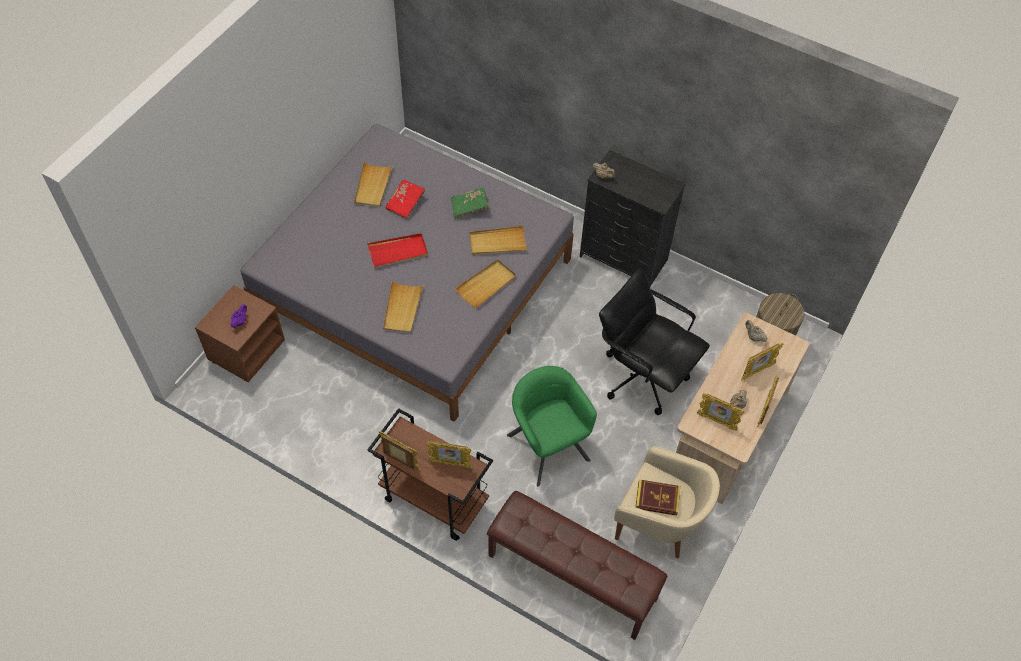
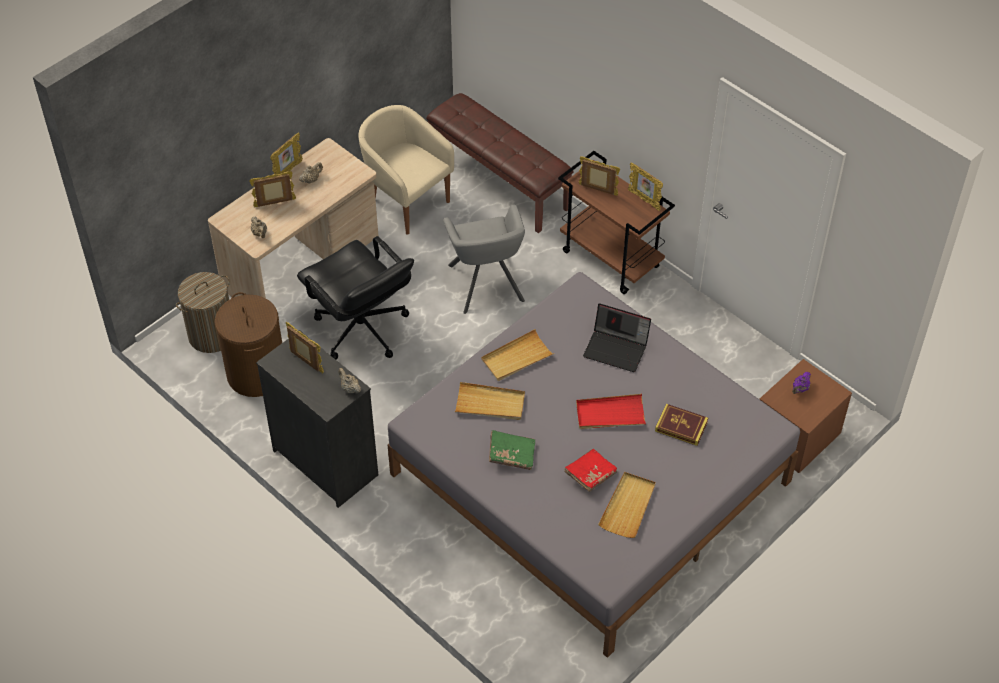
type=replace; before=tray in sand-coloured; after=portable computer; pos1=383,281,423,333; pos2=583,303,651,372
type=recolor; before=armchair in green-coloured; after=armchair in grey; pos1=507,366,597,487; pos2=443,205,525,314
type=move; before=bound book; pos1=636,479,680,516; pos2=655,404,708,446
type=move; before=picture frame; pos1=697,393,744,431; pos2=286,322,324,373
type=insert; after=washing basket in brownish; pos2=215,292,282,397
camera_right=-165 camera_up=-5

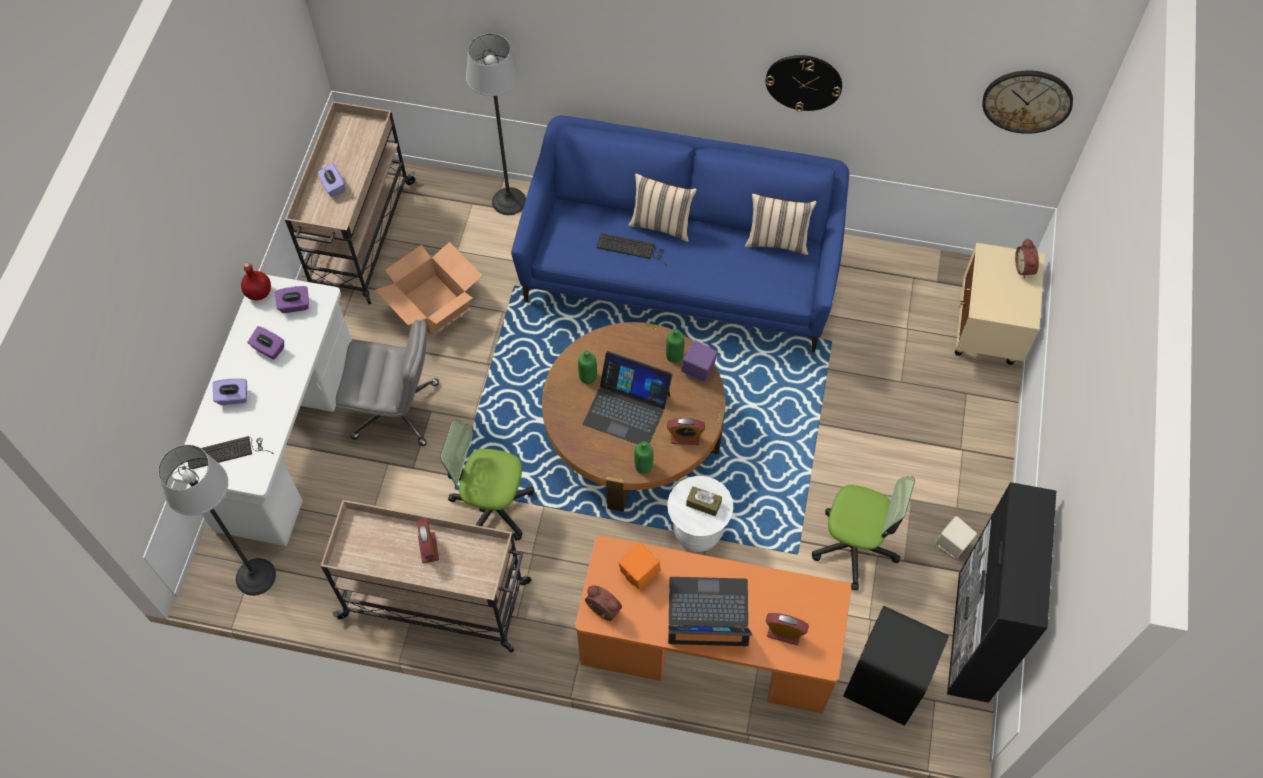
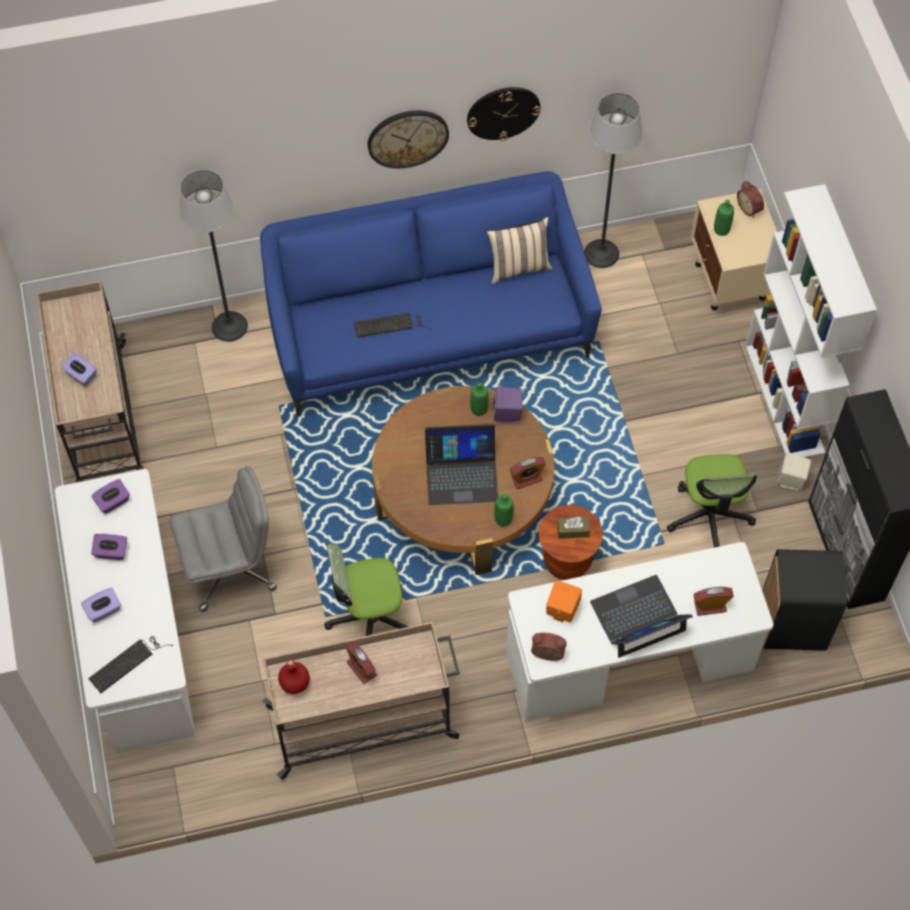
type=move; before=standard lamp; pos1=158,445,276,596; pos2=584,93,643,268
type=move; before=drink bottle in red; pos1=241,263,271,300; pos2=278,660,310,694
type=delete; before=carton; pos1=375,242,483,335
type=recolor; before=desk in orangey; after=desk in white; pos1=575,536,851,714; pos2=506,542,774,722
type=move; before=drink bottle in green-coloured; pos1=578,350,597,384; pos2=714,200,734,236
type=delete; before=cushion in sand-coloured; pos1=628,173,697,242
type=recolor; before=stool in white; after=stool in brownish; pos1=667,476,733,552; pos2=539,505,603,580
type=rotate; before=desk chair; pos1=812,476,915,590; pos2=667,454,757,548; turn=90
type=move; before=hanging clock; pos1=982,70,1073,134; pos2=368,110,449,168
type=insert; after=bookshelf in white; pos2=745,184,877,458
camera_right=-25 camera_up=0

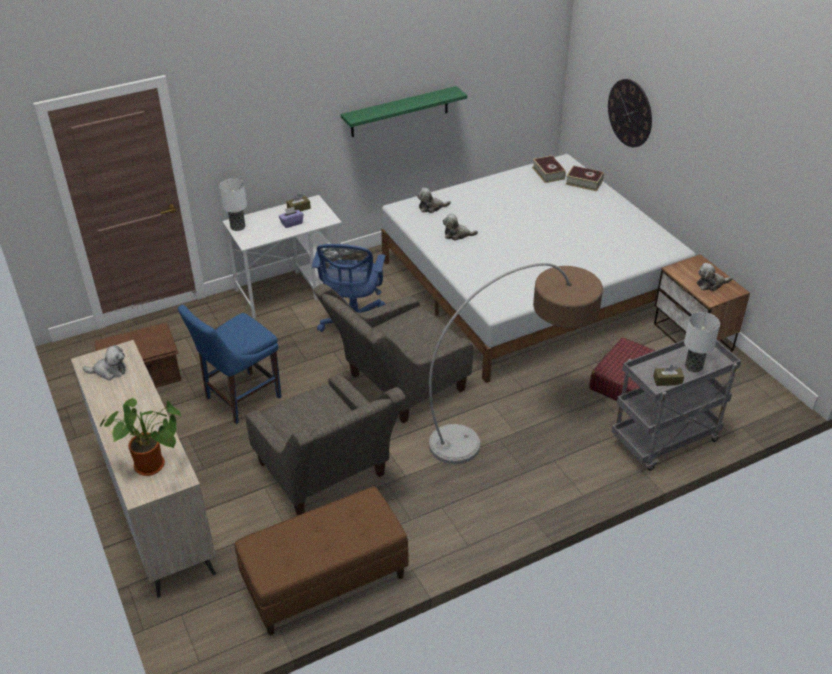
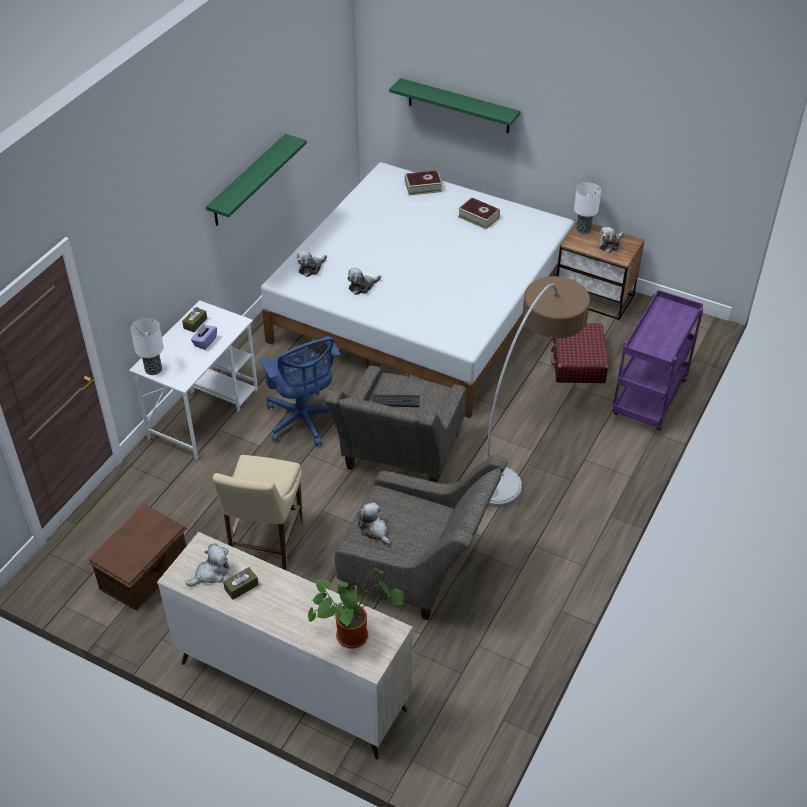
type=recolor; before=plain chair in bluish; after=plain chair in sand-coloured; pos1=178,305,282,424; pos2=213,455,303,570
type=delete; before=indoor bench in brownish; pos1=235,487,409,635
type=move; before=bound book; pos1=532,155,566,183; pos2=458,197,500,230
type=replace; before=hanging clock; after=wall shelf in green-coloured; pos1=608,79,652,147; pos2=389,78,520,133
type=recolor; before=cart in grey; after=cart in purple; pos1=612,340,741,471; pos2=613,290,703,430
type=move; before=tissue holder in brownish; pos1=653,365,684,386; pos2=223,567,258,600
type=move; before=lamp for a table; pos1=684,312,720,372; pos2=574,182,601,234
type=insert; after=soft toy; pos2=358,503,390,545
type=insert; after=computer keyboard; pos2=372,394,420,407
camera_right=-35 camera_up=5

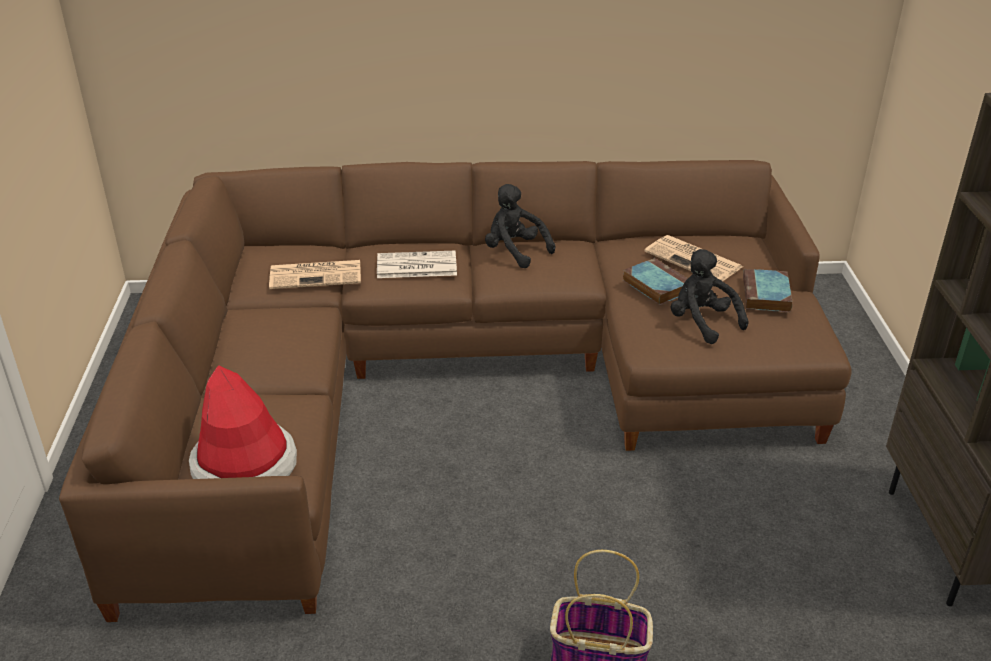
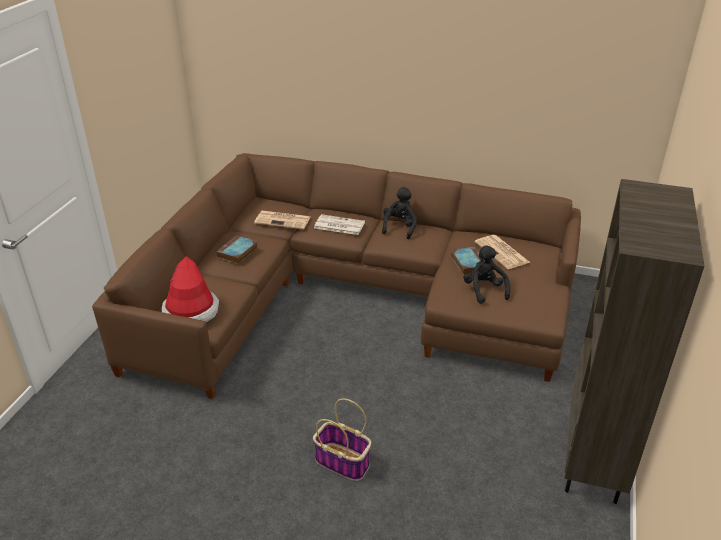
type=rotate; before=soft toy in blackish; pos1=485,184,555,268; pos2=382,187,417,239; turn=45
type=move; before=bound book; pos1=743,269,793,312; pos2=216,235,258,264
camera_right=20 camera_up=0

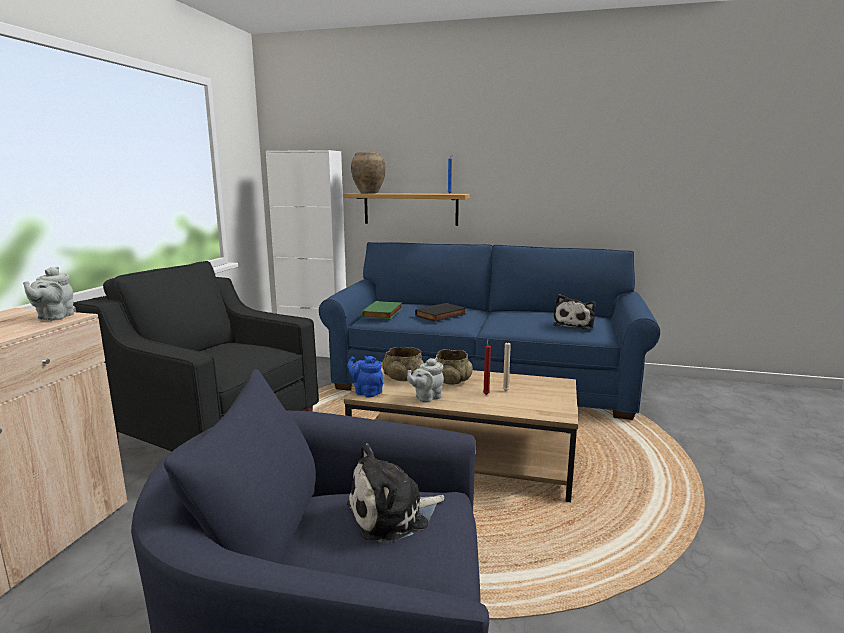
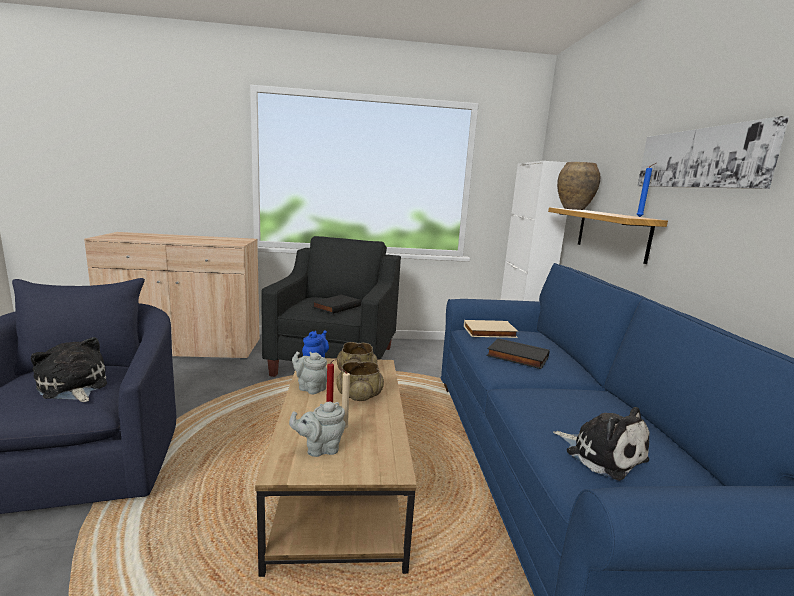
type=move; before=teapot in grey; pos1=23,266,74,321; pos2=289,402,346,457
type=recolor; before=bound book in green-coloured; after=bound book in sand-coloured; pos1=362,301,402,319; pos2=464,320,518,338
type=rotate; before=soft toy; pos1=553,294,596,329; pos2=553,407,649,481; turn=-135
type=insert; after=bound book in blackish; pos2=312,295,361,314
type=insert; after=wall art; pos2=638,116,789,189
camera_right=70 camera_up=0

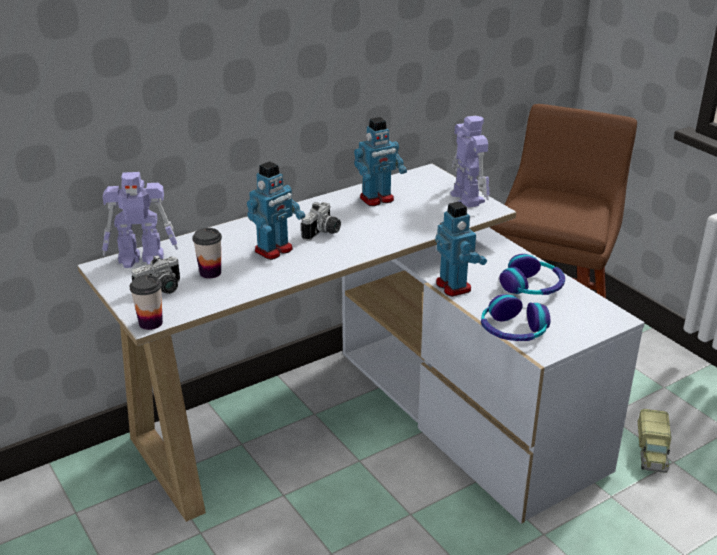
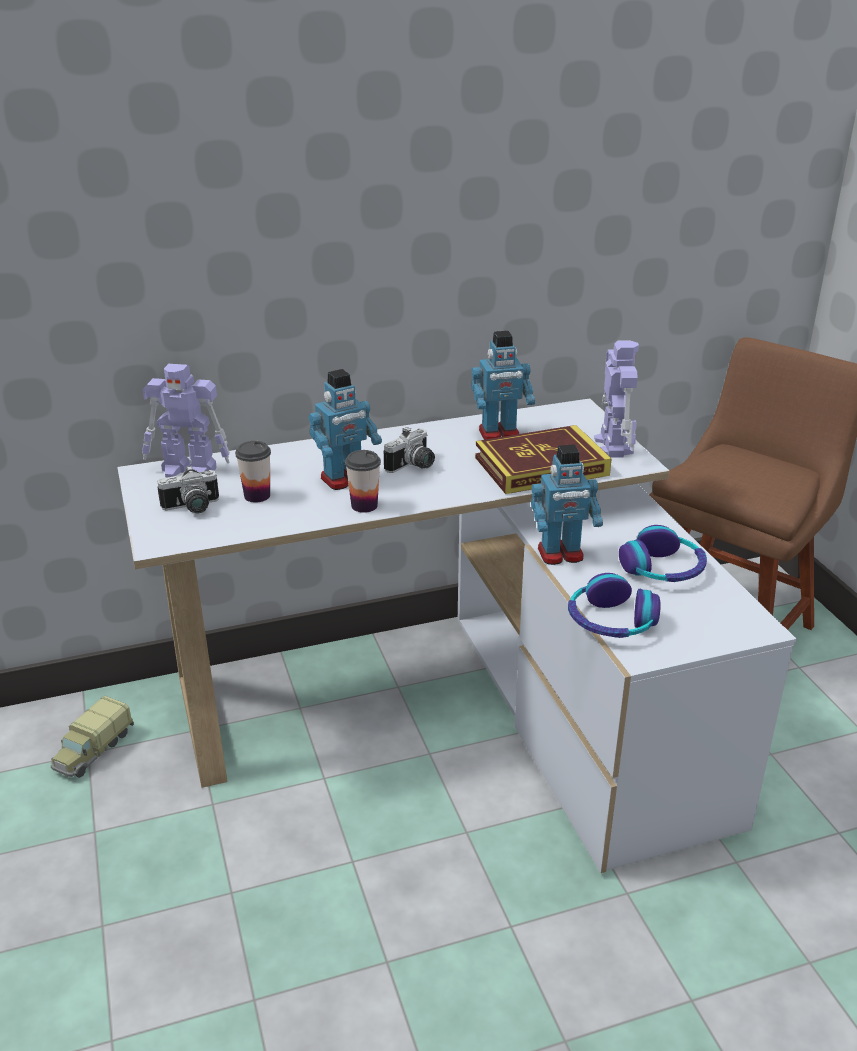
type=move; before=drinking cup; pos1=130,275,163,330; pos2=345,450,381,513
type=rotate; before=robot figure; pos1=435,201,487,297; pos2=531,445,603,565; turn=90
type=move; before=toy truck; pos1=638,409,671,473; pos2=50,696,134,778
type=insert; after=bound book; pos2=475,425,612,494
camera_right=15 camera_up=0

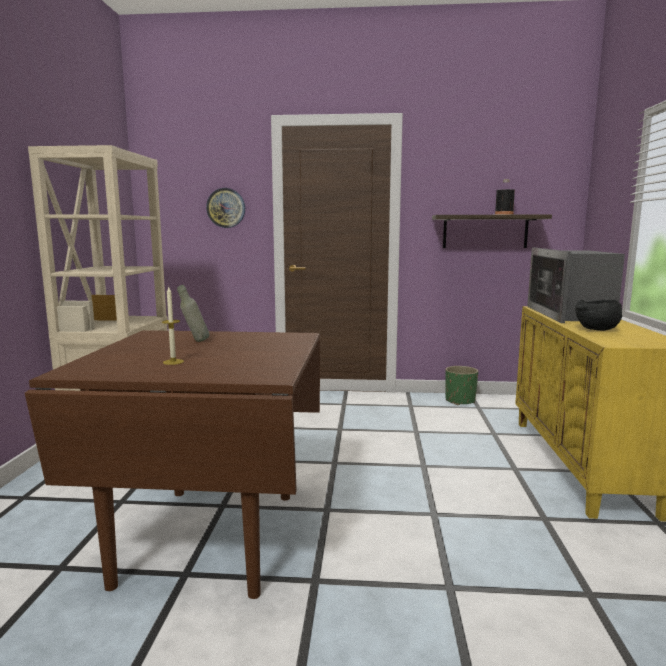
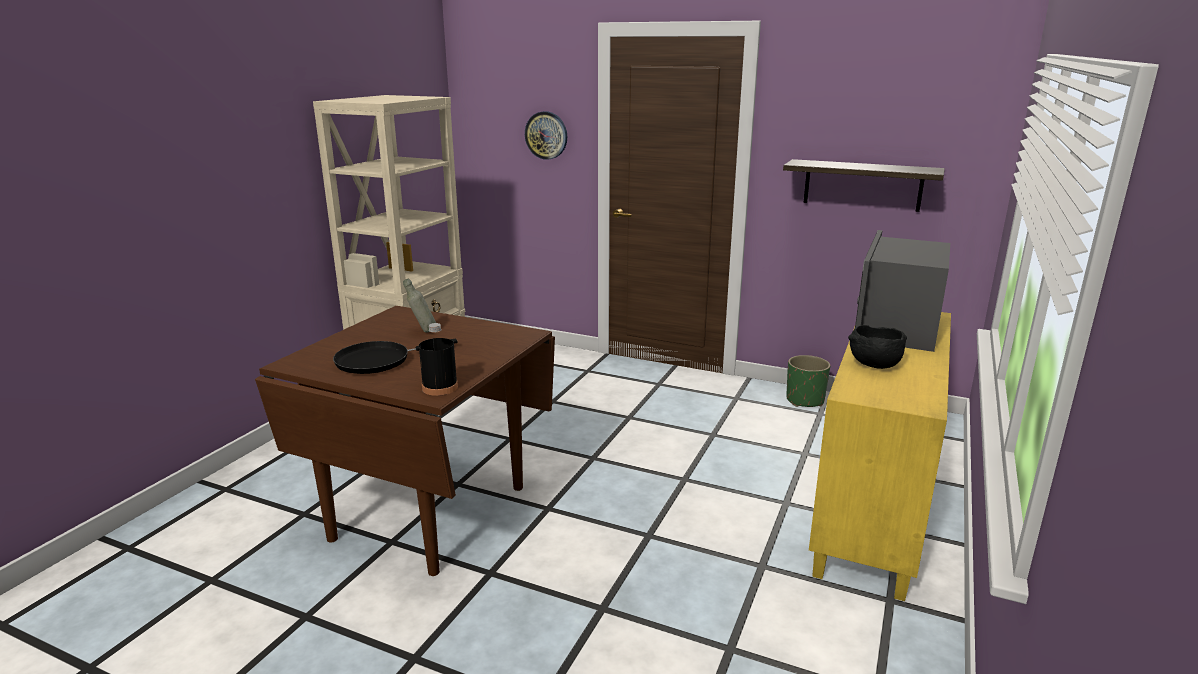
type=replace; before=wax candle; after=frying pan in blackish; pos1=162,287,184,365; pos2=333,339,457,374
type=move; before=drink bottle in blackish; pos1=495,179,515,215; pos2=419,323,458,396
camera_right=20 camera_up=10

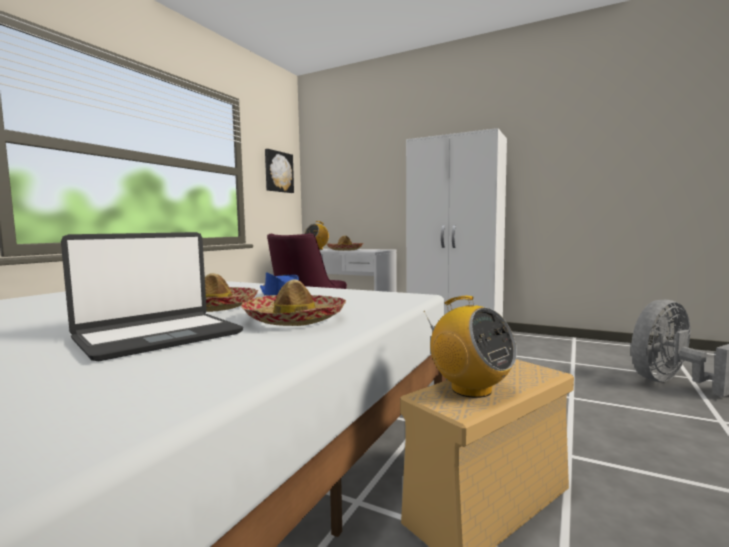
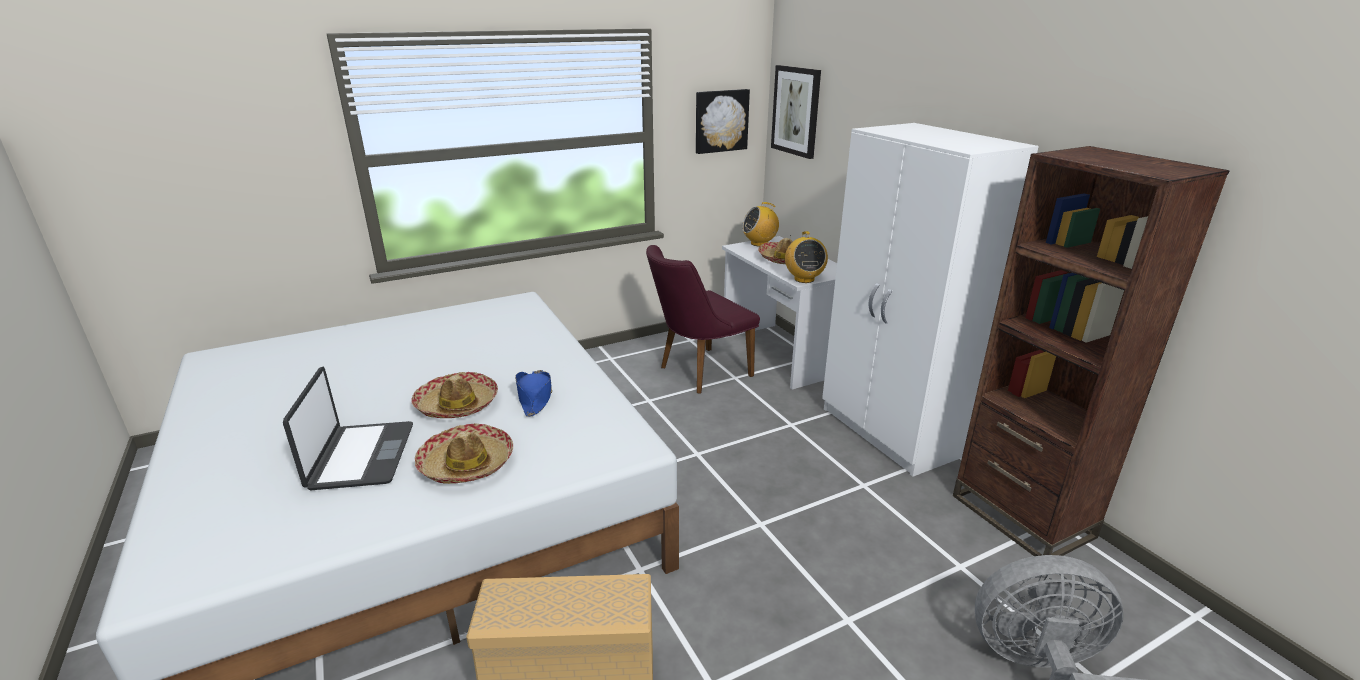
type=rotate; before=portable computer; pos1=61,232,243,361; pos2=283,366,413,490; turn=-90
type=move; before=radio; pos1=423,296,517,398; pos2=785,231,828,283
type=insert; after=wall art; pos2=771,65,821,159
type=insert; after=bookshelf in brownish; pos2=953,146,1230,556
camera_right=35 camera_up=20

